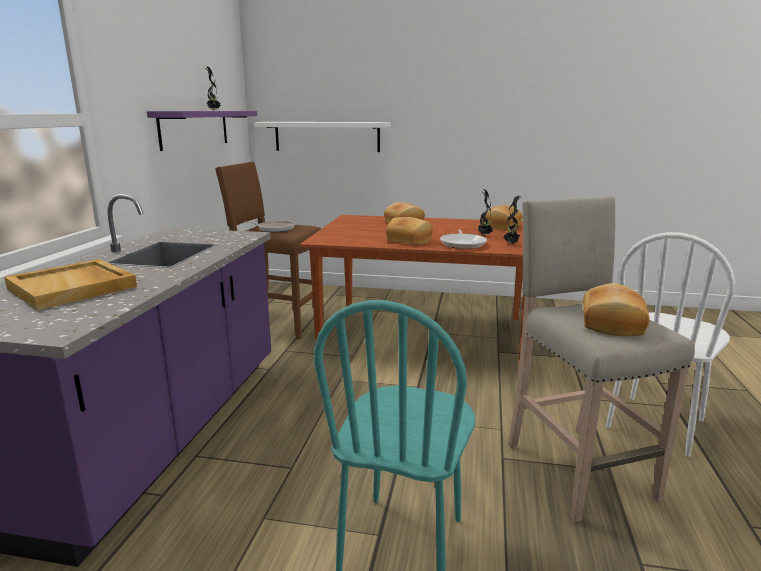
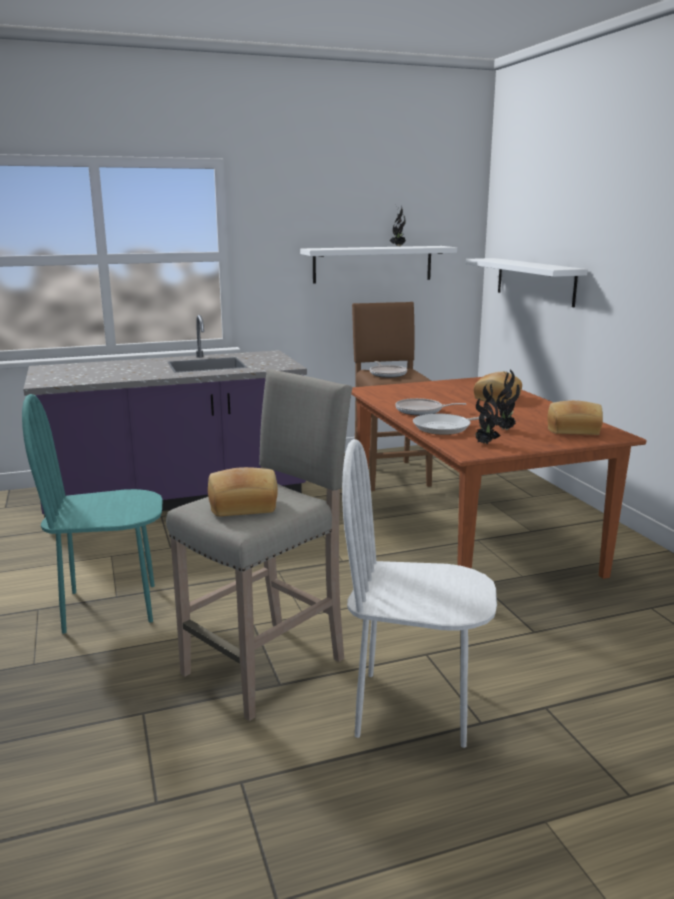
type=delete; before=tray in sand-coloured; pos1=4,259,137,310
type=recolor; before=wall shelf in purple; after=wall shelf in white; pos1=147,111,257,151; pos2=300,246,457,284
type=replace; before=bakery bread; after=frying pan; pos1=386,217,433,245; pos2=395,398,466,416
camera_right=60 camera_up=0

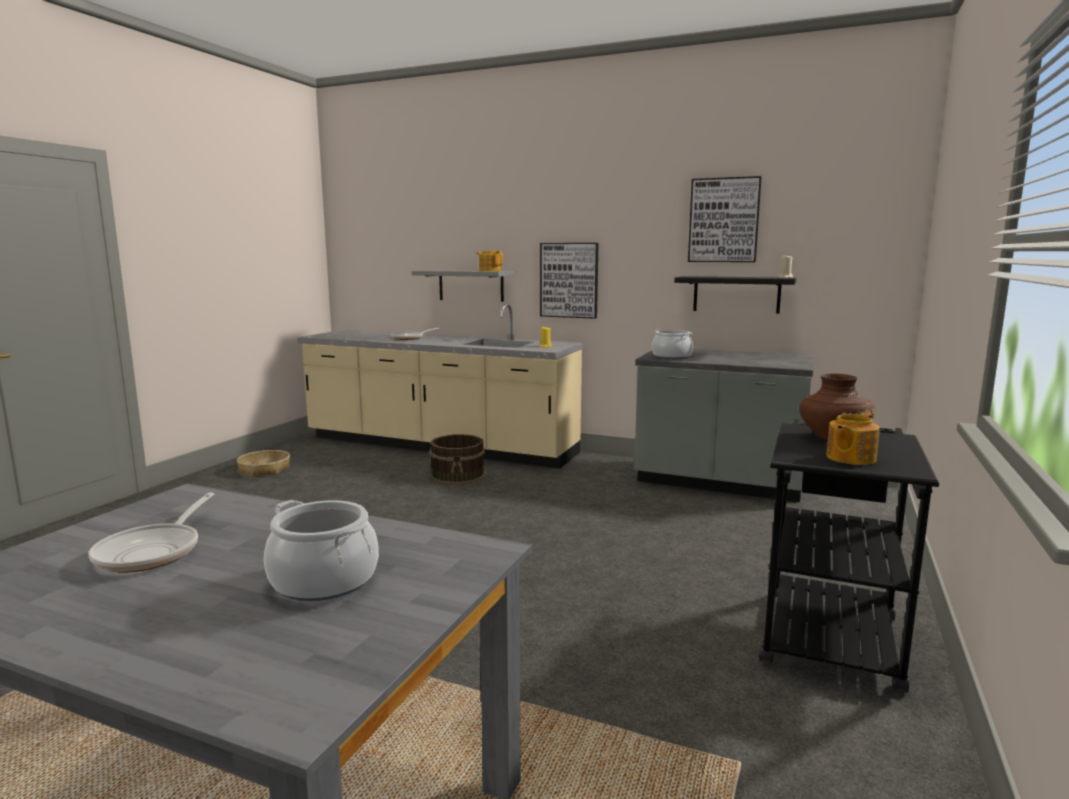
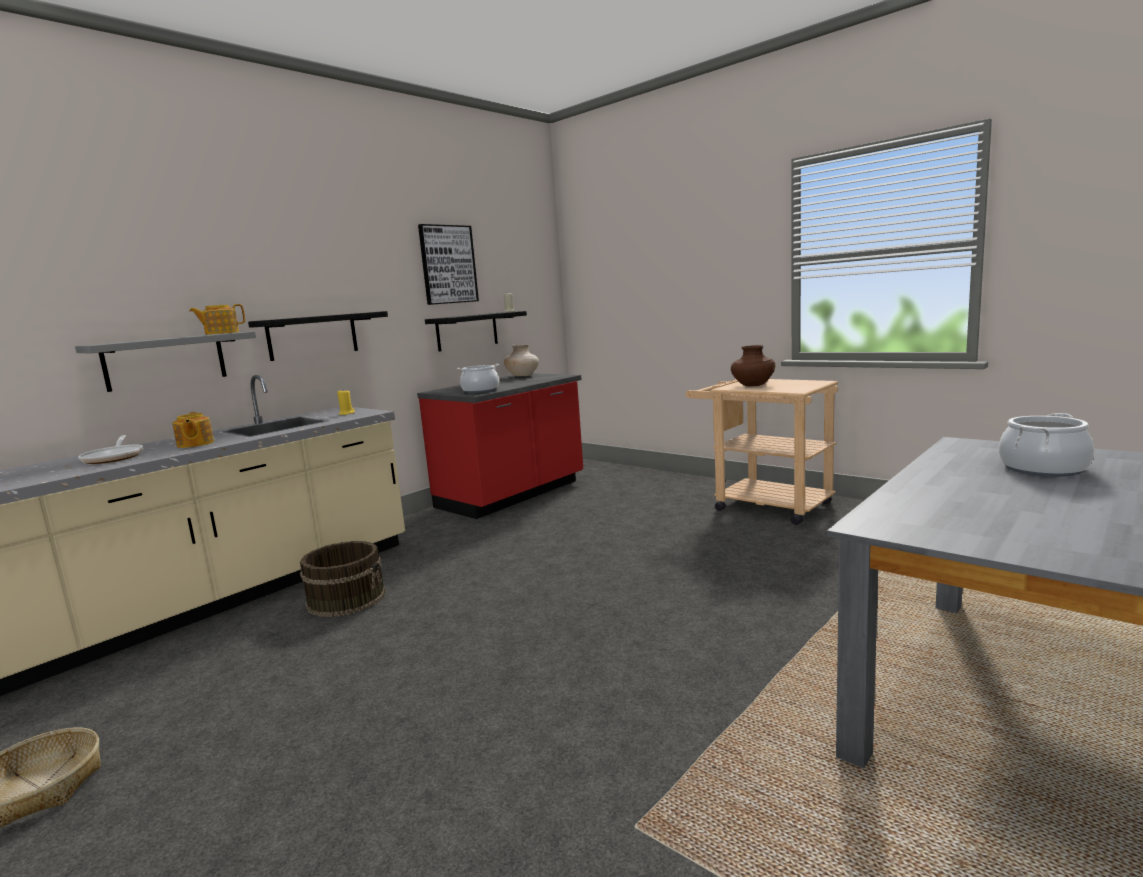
type=delete; before=frying pan; pos1=88,493,215,572
type=replace; before=wall art; after=wall shelf in blackish; pos1=540,243,598,319; pos2=248,311,388,361
type=recolor; before=kitchen base unit in grey; after=kitchen base unit in red; pos1=634,349,815,502; pos2=417,373,583,519
type=recolor; before=cart in blackish; after=cart in sand-coloured; pos1=759,419,939,693; pos2=686,379,838,525
type=move; before=teapot; pos1=826,413,880,465; pos2=172,412,214,448
type=insert; after=flower vase in sand-coloured; pos2=504,344,539,376
camera_right=-70 camera_up=0

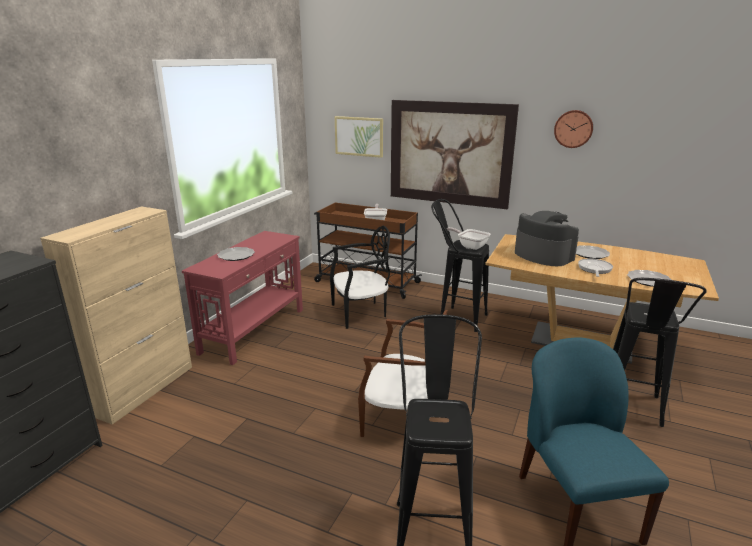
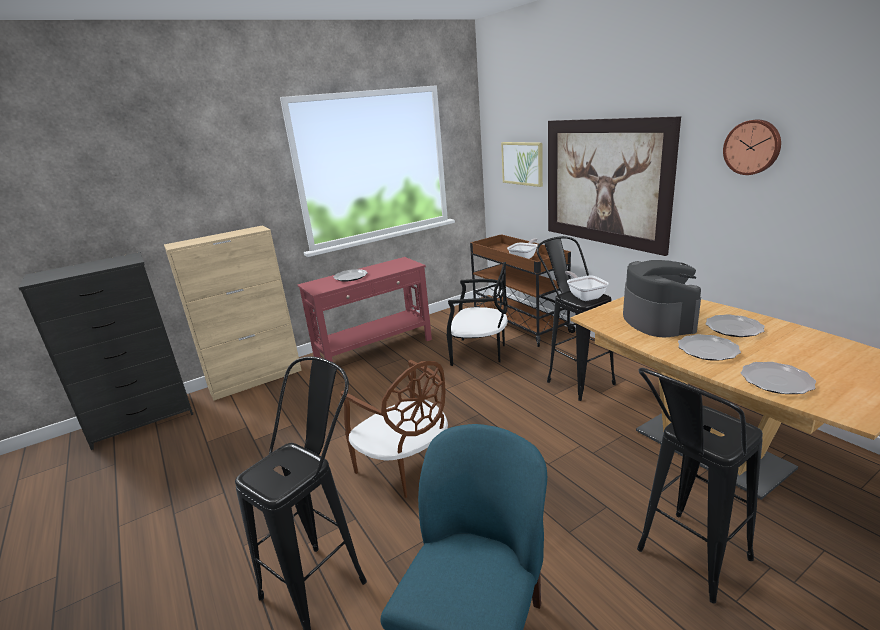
type=replace; before=frying pan; after=plate; pos1=578,258,613,277; pos2=678,334,741,361
camera_right=35 camera_up=0

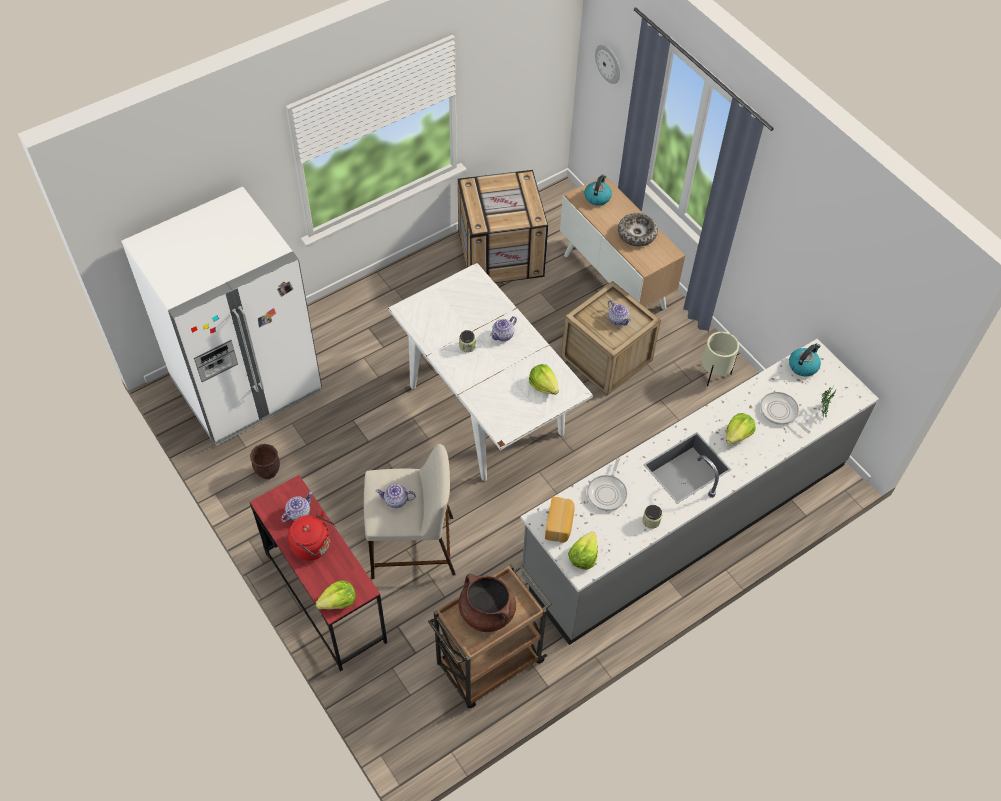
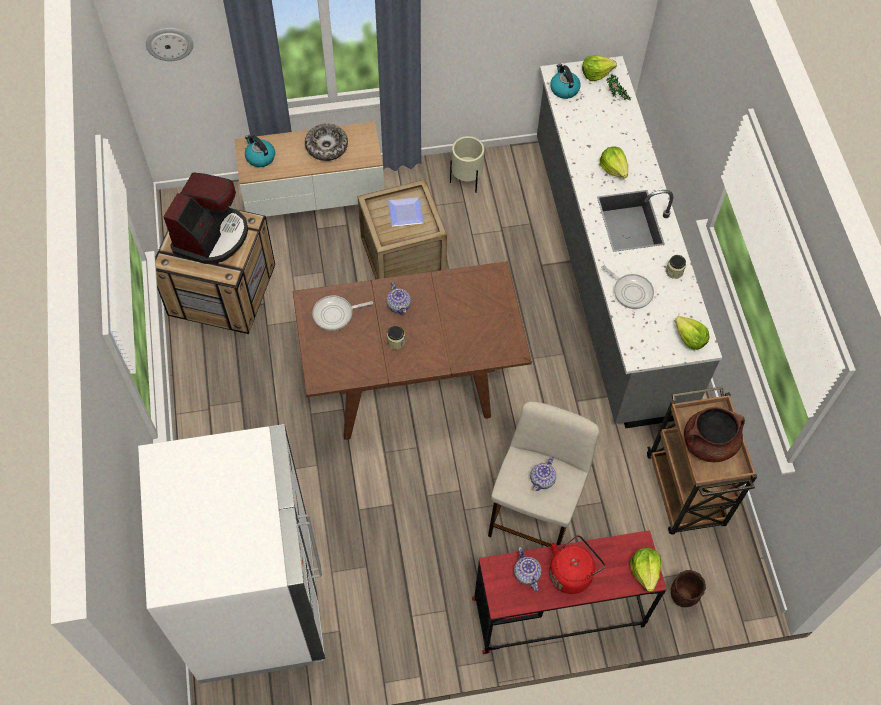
type=move; before=plant pot in brownish; pos1=250,444,280,479; pos2=671,570,706,607
type=recolor; before=dinner table in white; after=dinner table in brownish; pos1=388,263,593,481; pos2=293,261,532,440
type=move; before=lettuce head; pos1=529,364,559,395; pos2=582,55,617,81
type=delete; before=bakery bread; pos1=545,497,575,543
type=replace; before=teapot; after=plate; pos1=608,300,631,326; pos2=388,197,424,226
type=move; before=frying pan; pos1=760,392,811,434; pos2=312,296,373,331
type=insert; after=coffee maker; pos2=163,173,248,264
camera_right=-65 camera_up=5

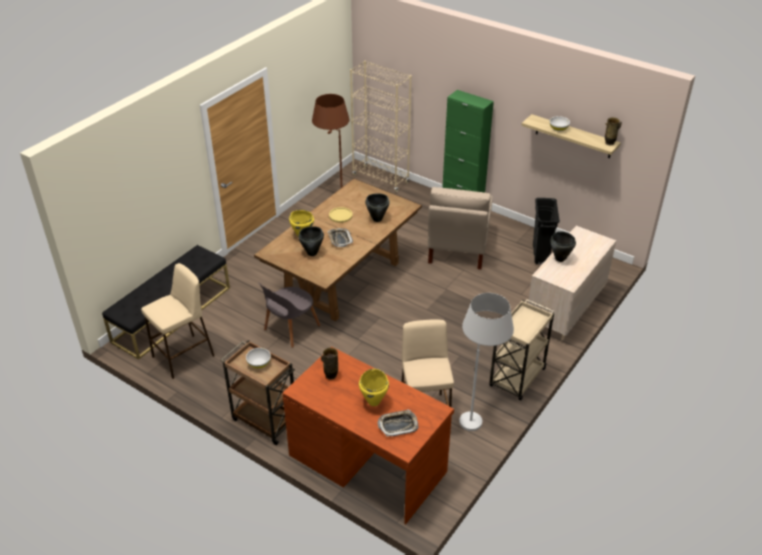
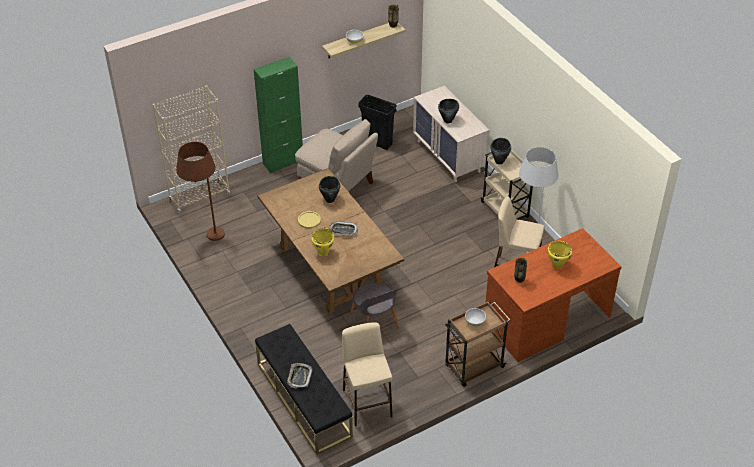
type=move; before=stockpot in blackish; pos1=298,226,324,256; pos2=490,138,511,164
type=move; before=tray; pos1=377,409,418,437; pos2=287,363,312,389
camera_right=-65 camera_up=5

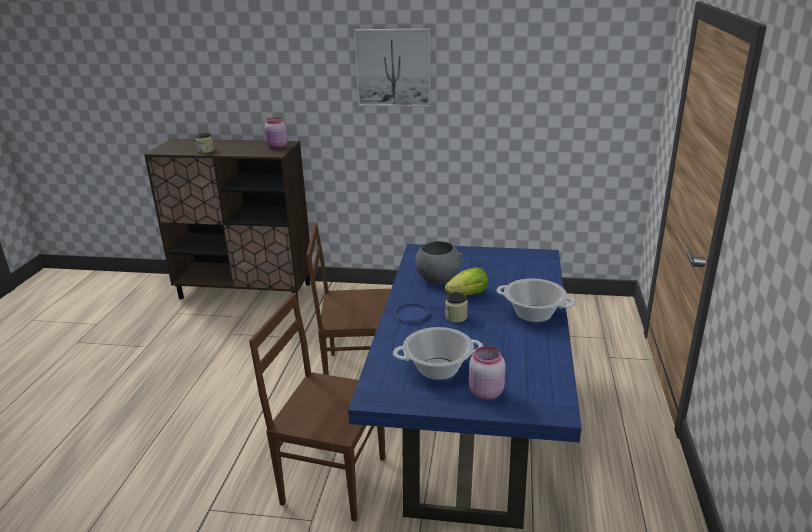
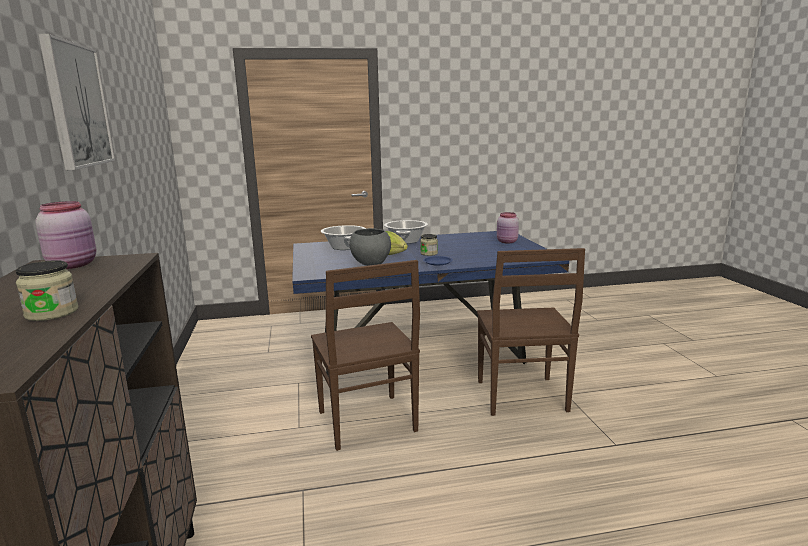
type=move; before=stockpot; pos1=393,327,483,380; pos2=321,225,366,250
camera_right=-110 camera_up=-10

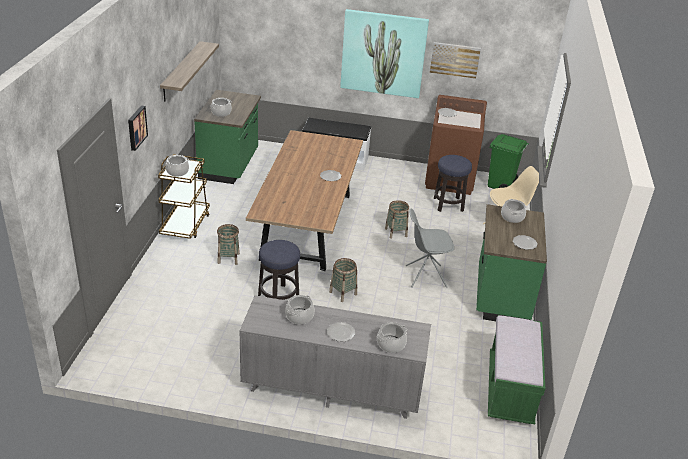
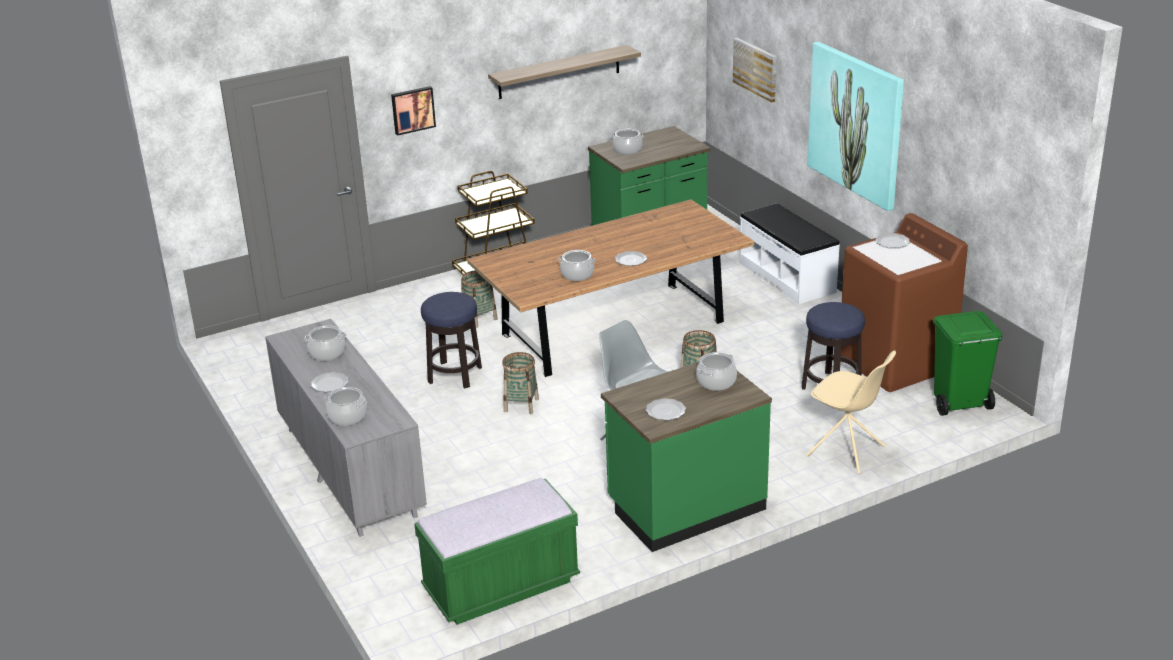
type=move; before=stockpot; pos1=165,155,189,177; pos2=558,250,596,281
type=move; before=wall art; pos1=430,42,481,79; pos2=733,37,777,103
camera_right=55 camera_up=-5

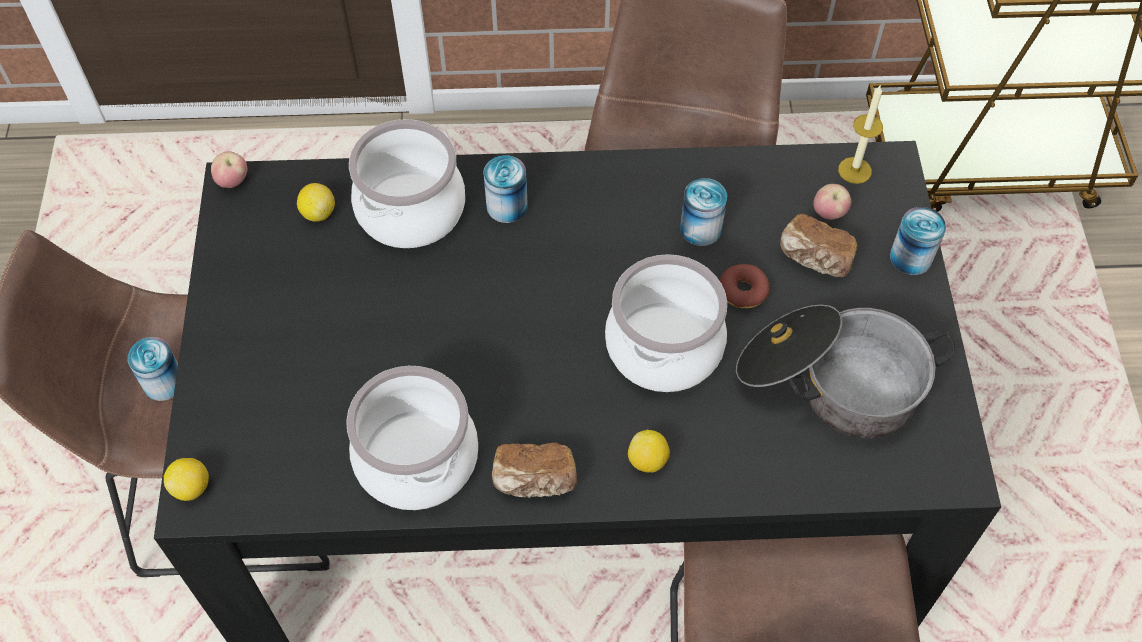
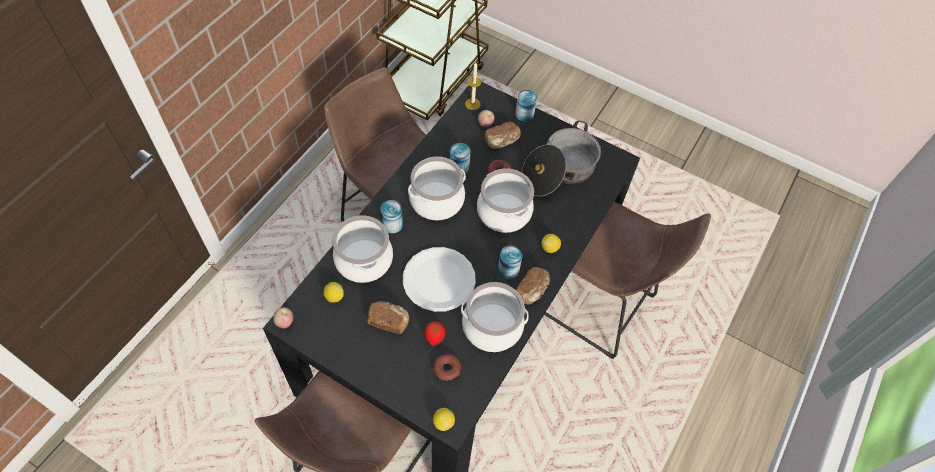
type=move; before=can; pos1=127,337,178,401; pos2=498,245,523,279
type=insert; after=bakery bread; pos2=367,301,409,334
type=insert; after=plate in white; pos2=403,247,476,312
type=insert; after=stockpot; pos2=408,157,466,220
type=insert; after=whole tomato; pos2=424,321,445,346
type=insert; after=ring doughnut; pos2=433,354,461,380
camera_right=-60 camera_up=0

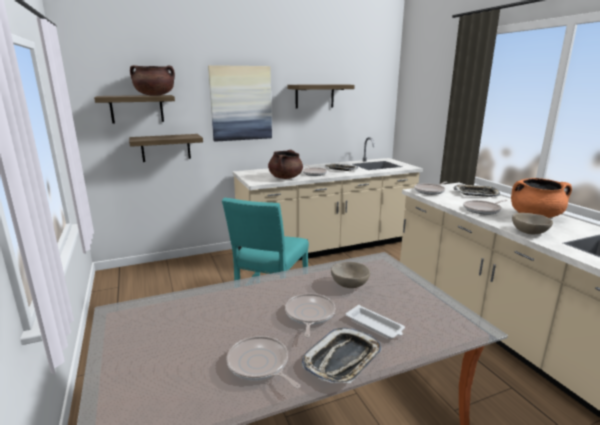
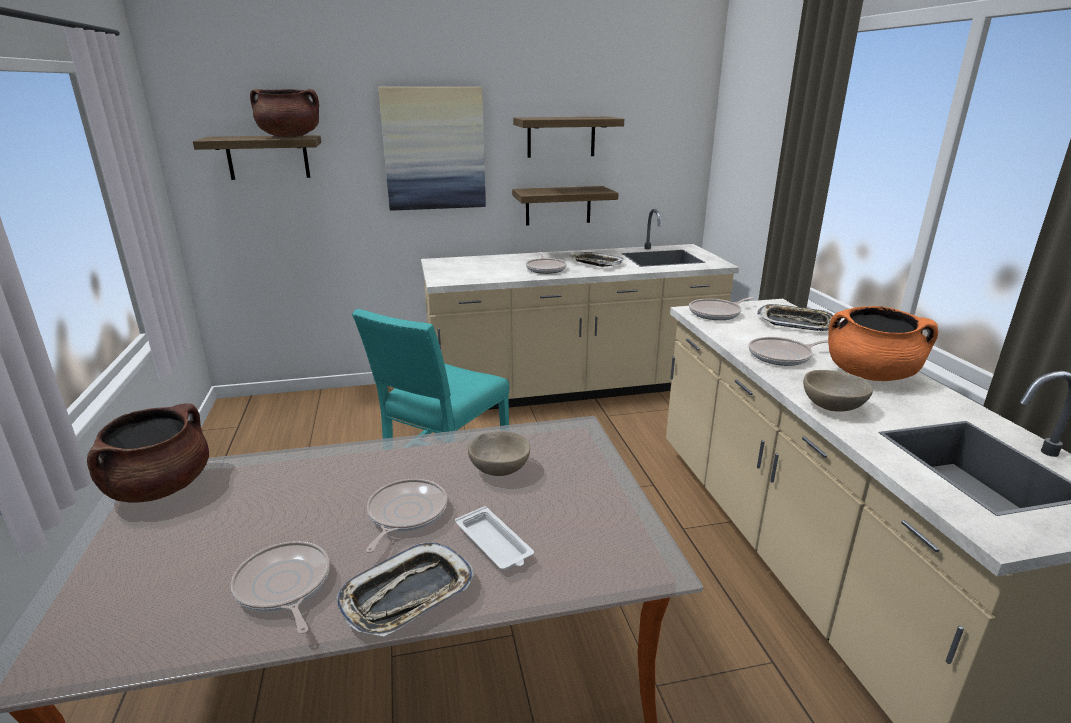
type=move; before=wall shelf; pos1=129,134,203,162; pos2=512,186,619,226
type=move; before=stockpot in brownish; pos1=268,150,303,179; pos2=87,403,209,503
camera_right=10 camera_up=5

